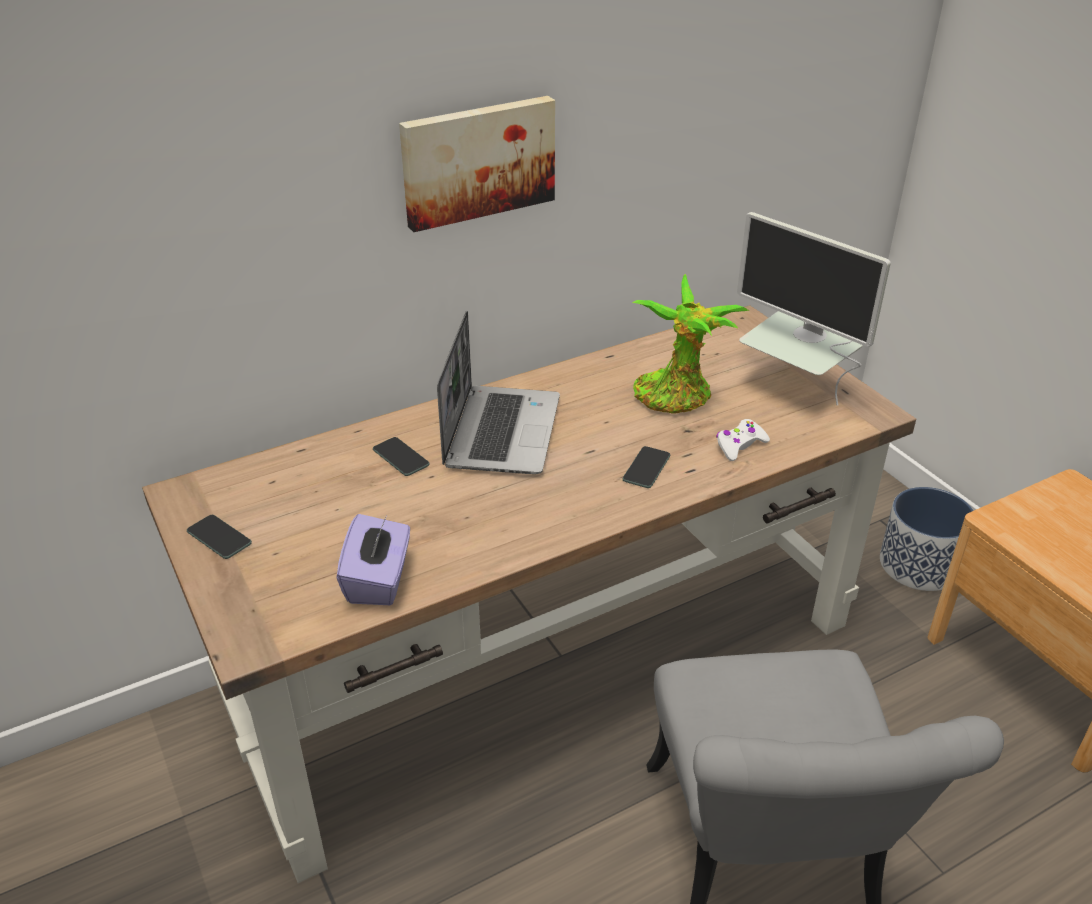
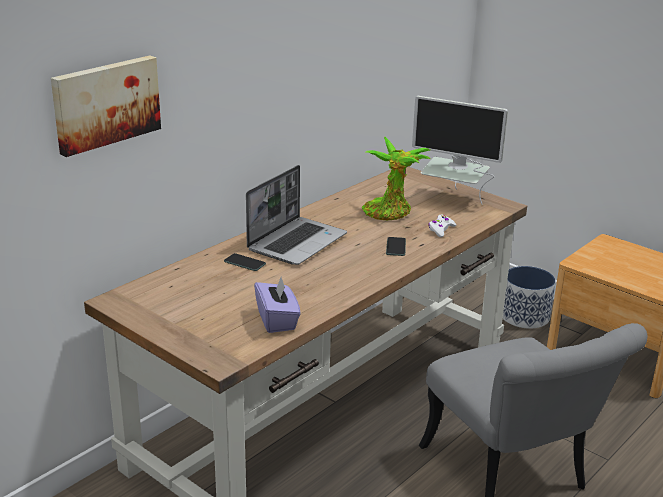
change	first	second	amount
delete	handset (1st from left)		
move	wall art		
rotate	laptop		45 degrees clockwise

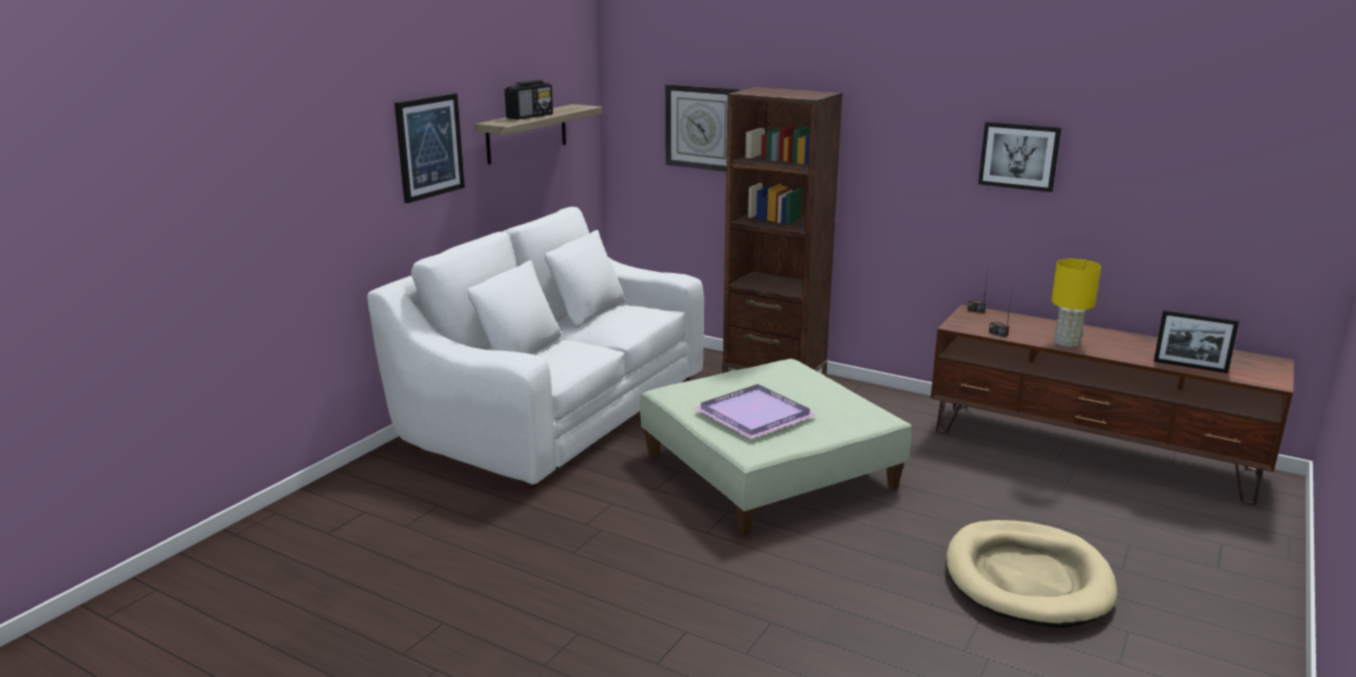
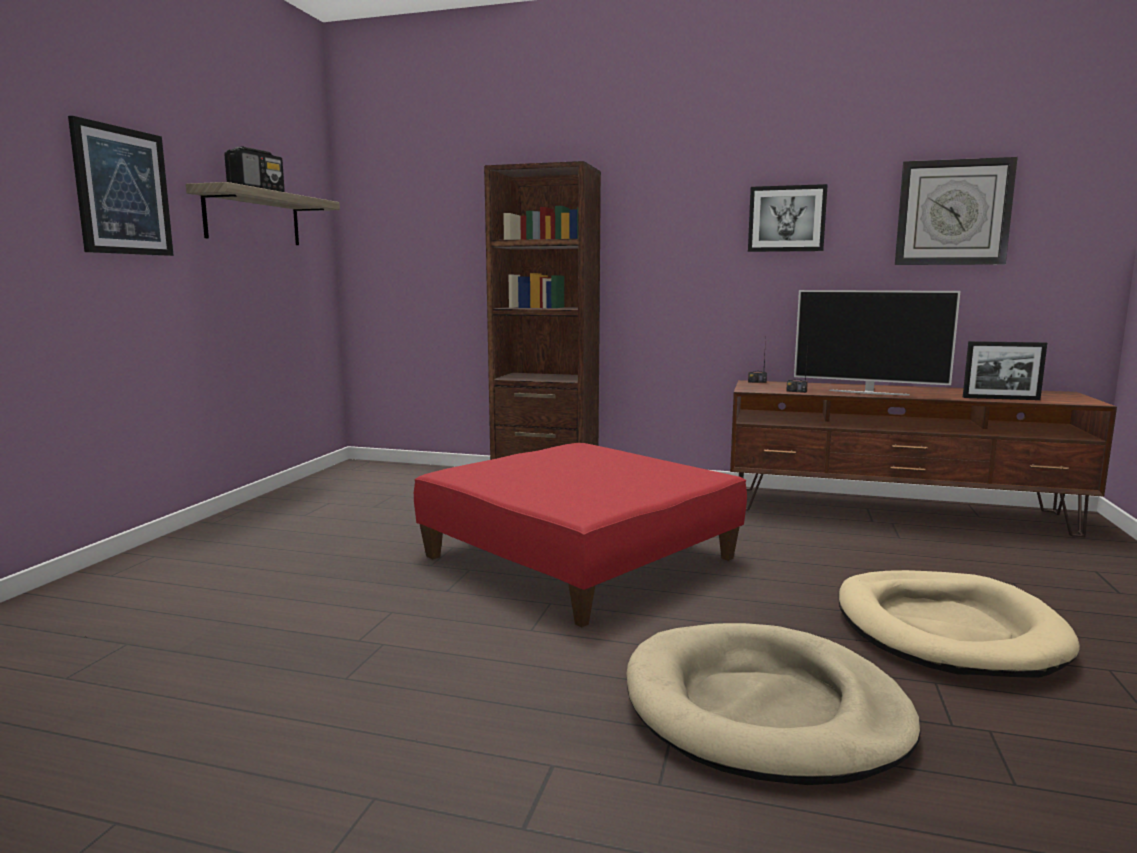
change	first	second	amount
delete	sofa (white-coloured)		
recolor	pouffe (green)	pouffe (red)	
move	hanging clock		
delete	carrying tray (purple-coloured)		
replace	table lamp (yellow)	television	
insert		pet bed (beige-coloured) (1st from left)	

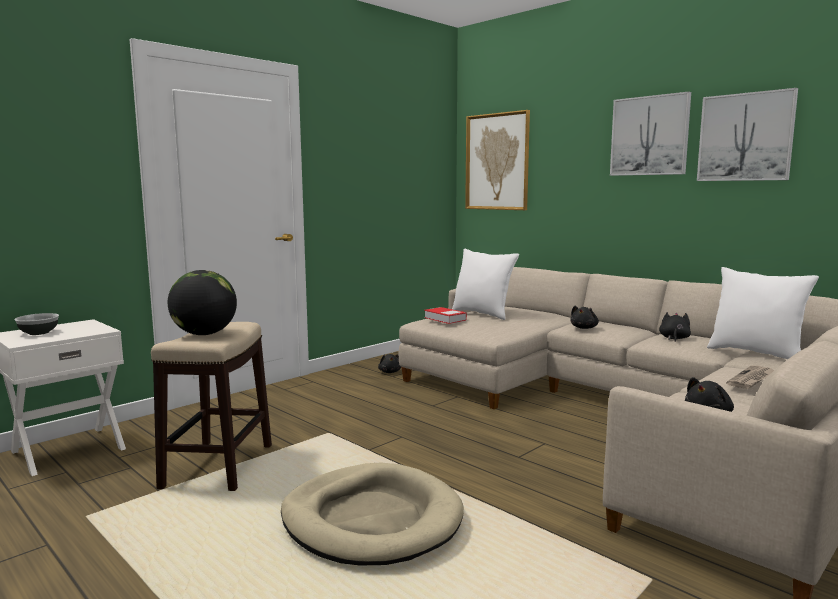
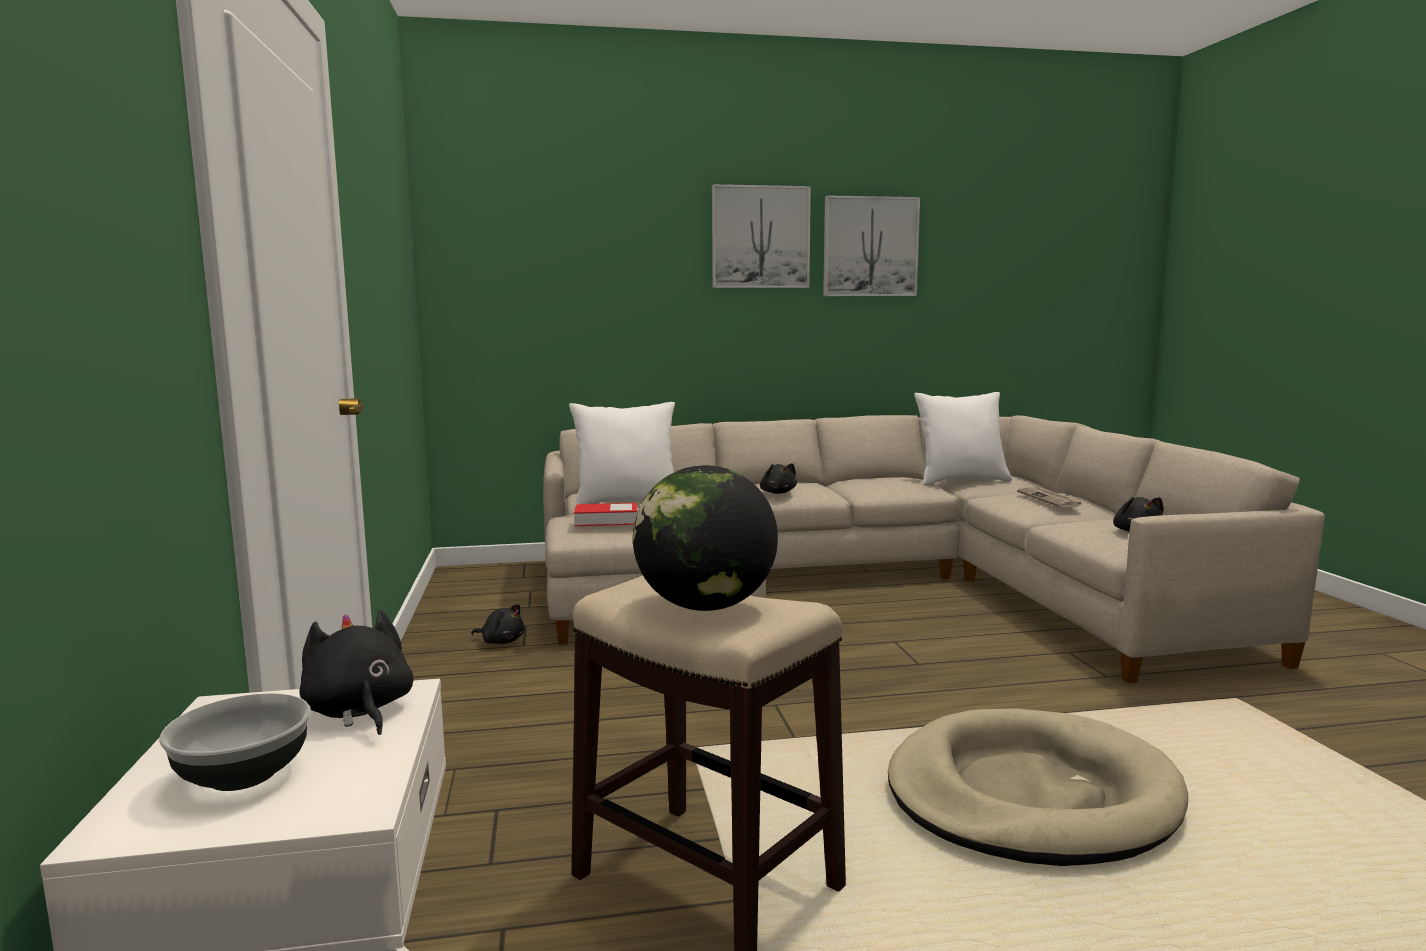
change	first	second	amount
delete	wall art (1st from left)		
move	cuddly toy (black) (3rd from left in the first image)	cuddly toy (black) (1st from left)	

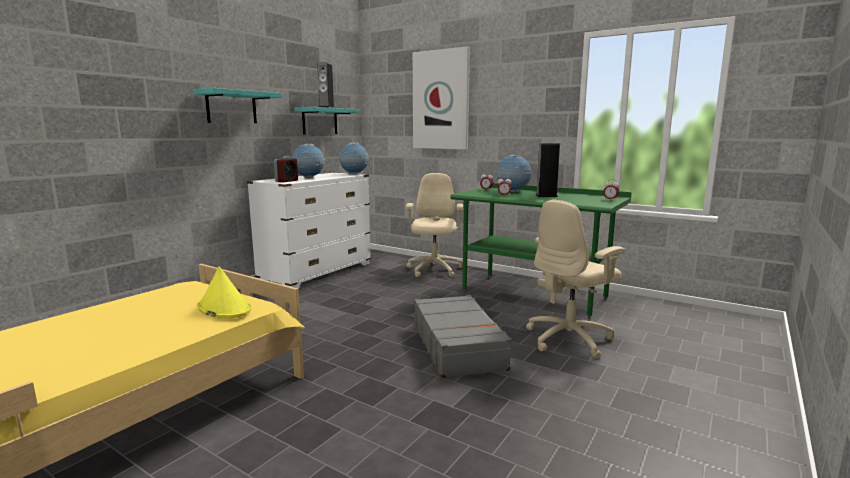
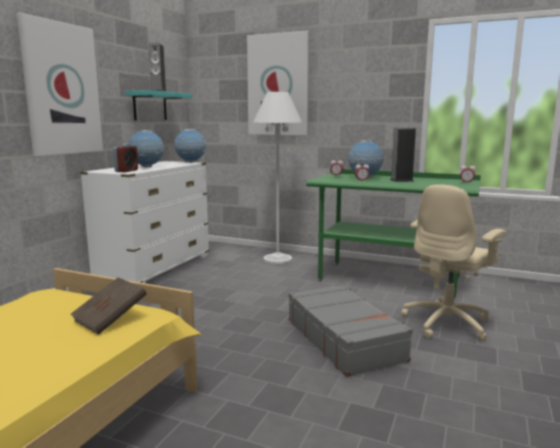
change	first	second	amount
replace	wall shelf (turquoise) (1st from left)	wall art (1st from left)	
replace	wearable hat (yellow)	book (brown-coloured)	
replace	desk chair (beige-coloured) (1st from left)	standing lamp (white-coloured)	

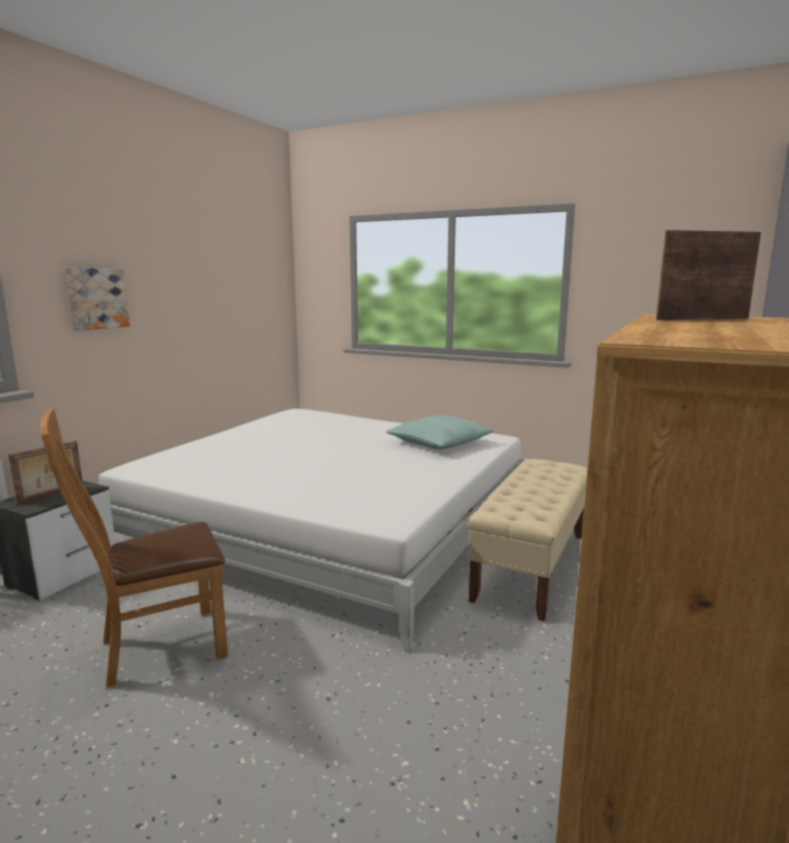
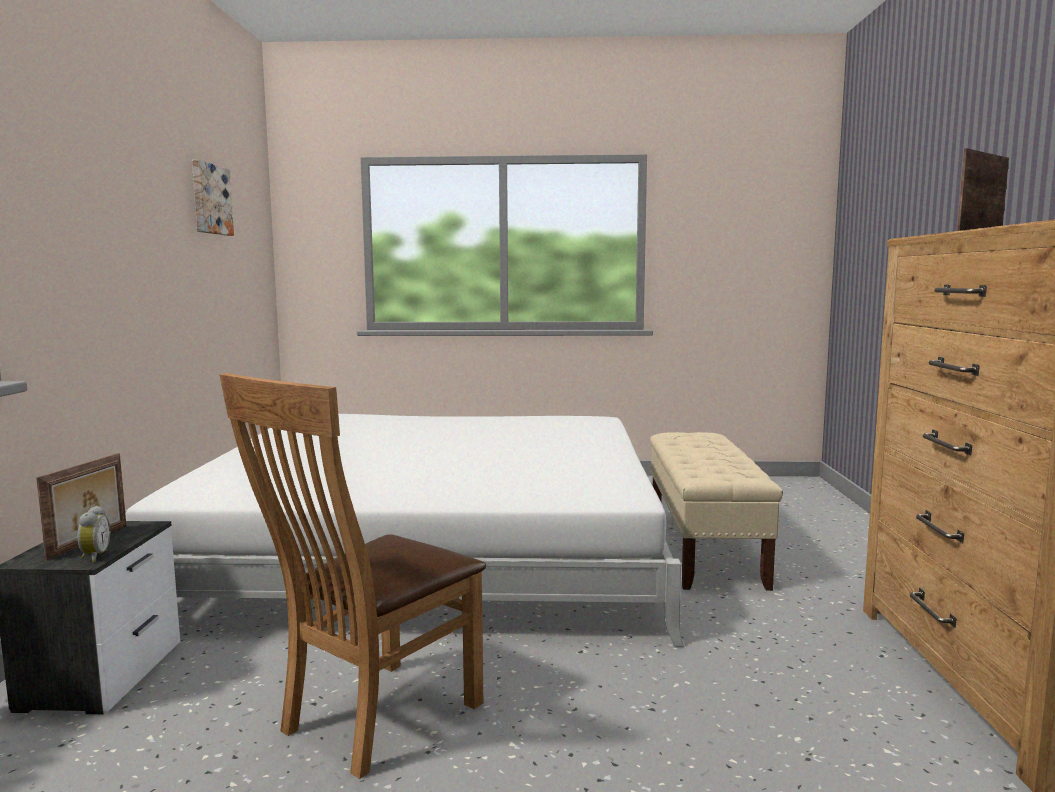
change	first	second	amount
move	wall art		
delete	cushion		
insert		alarm clock	

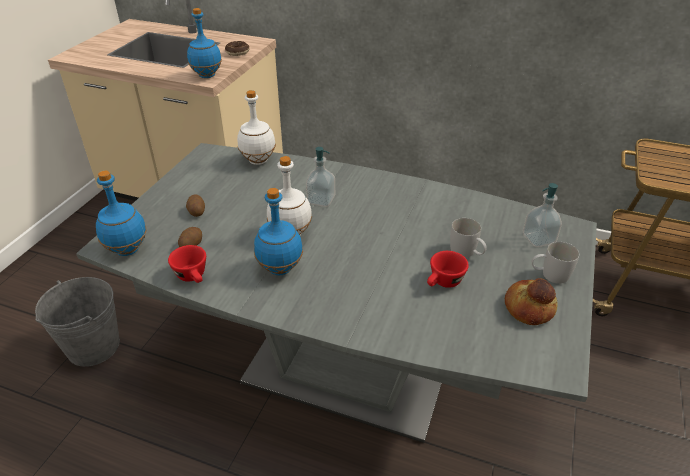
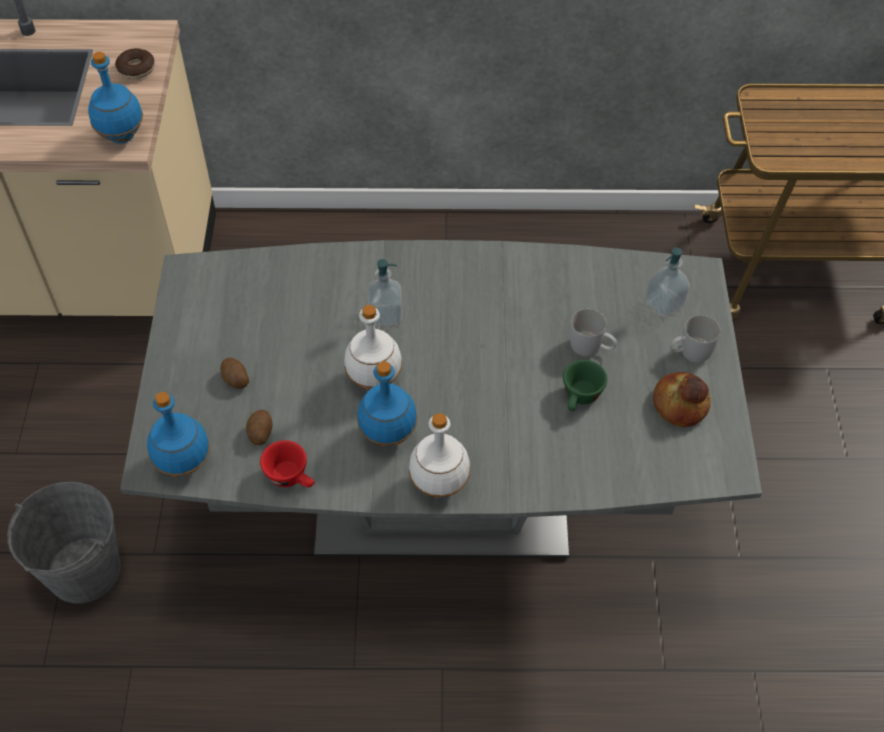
change	first	second	amount
move	drink bottle (white-coloured) (1st from left in the first image)	drink bottle (white-coloured) (2nd from left)	
recolor	drinking cup (red) (2nd from left)	drinking cup (green)	

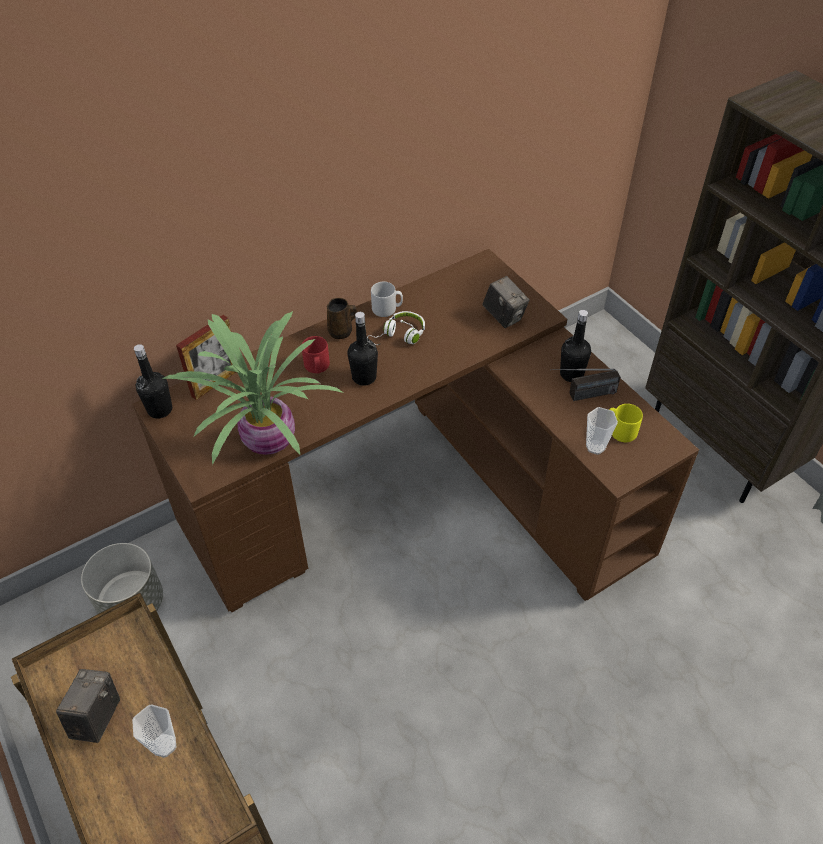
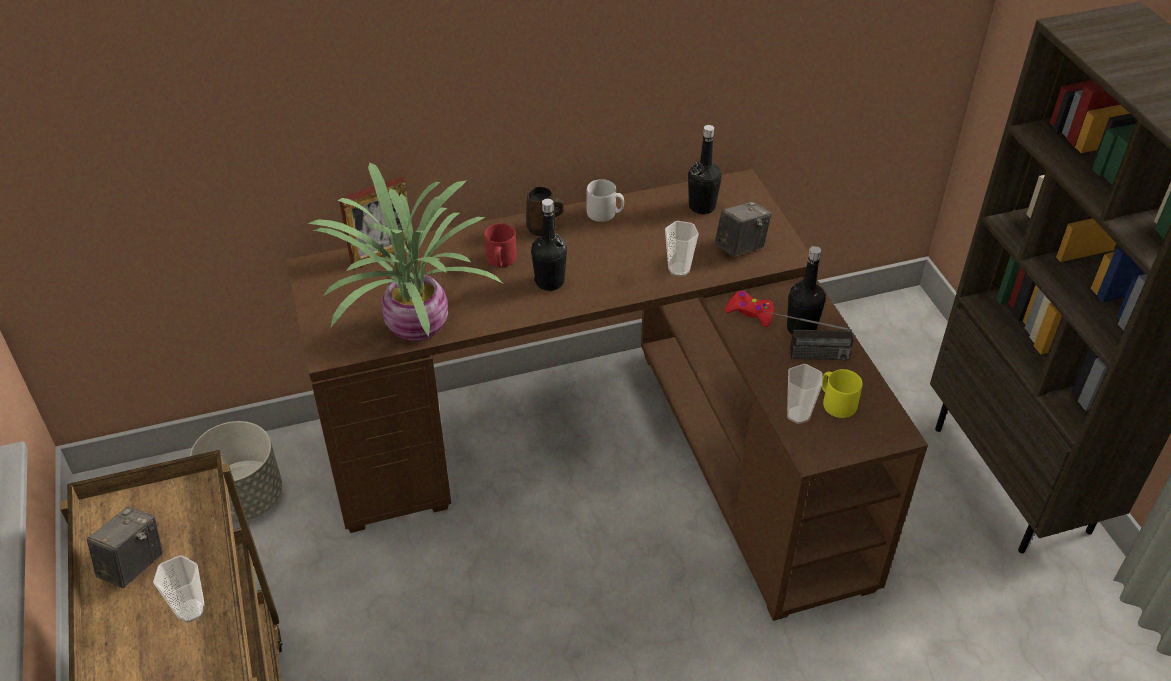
change	first	second	amount
move	drink bottle (black) (1st from left in the first image)	drink bottle (black) (2nd from left)	
delete	pair of headphones (white-coloured)		
rotate	photo camera (2nd from left)		105 degrees counterclockwise
insert		drinking cup (2nd from left)	
insert		joypad (red)	

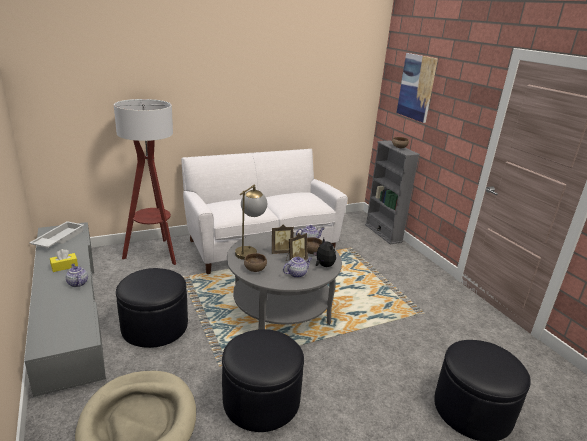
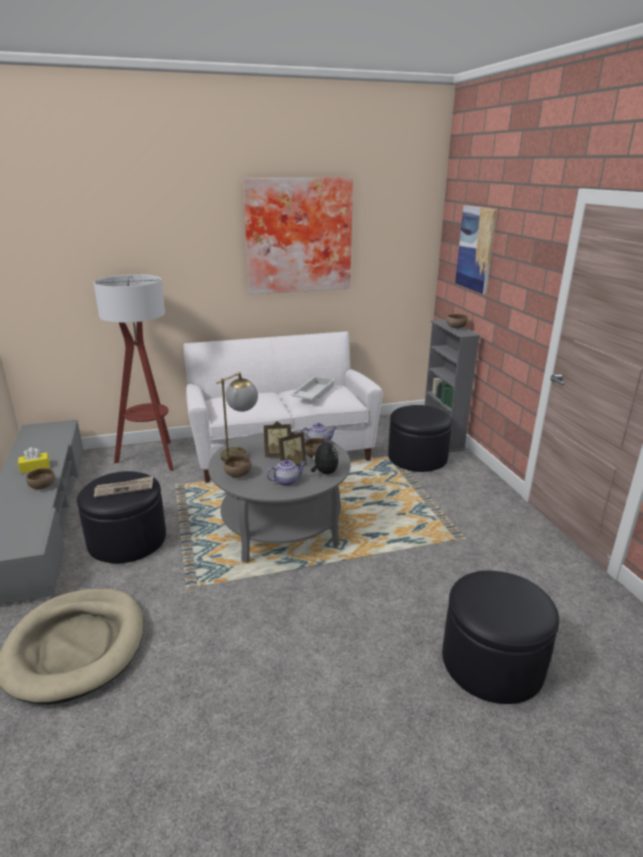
change	first	second	amount
move	carrying tray (white-coloured)		
replace	pot for tea (1st from left)	serving bowl (brown-coloured) (1st from left)	
move	pouffe (black) (2nd from left)		
insert		printed paper	
insert		wall art (1st from left)	

